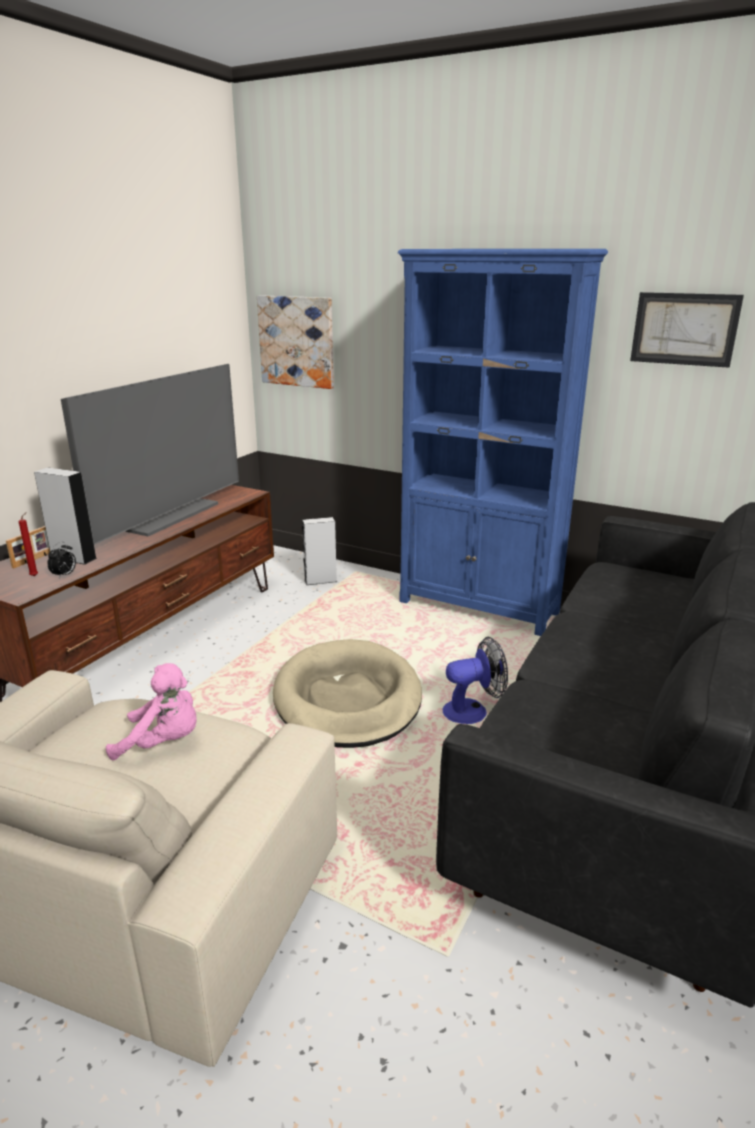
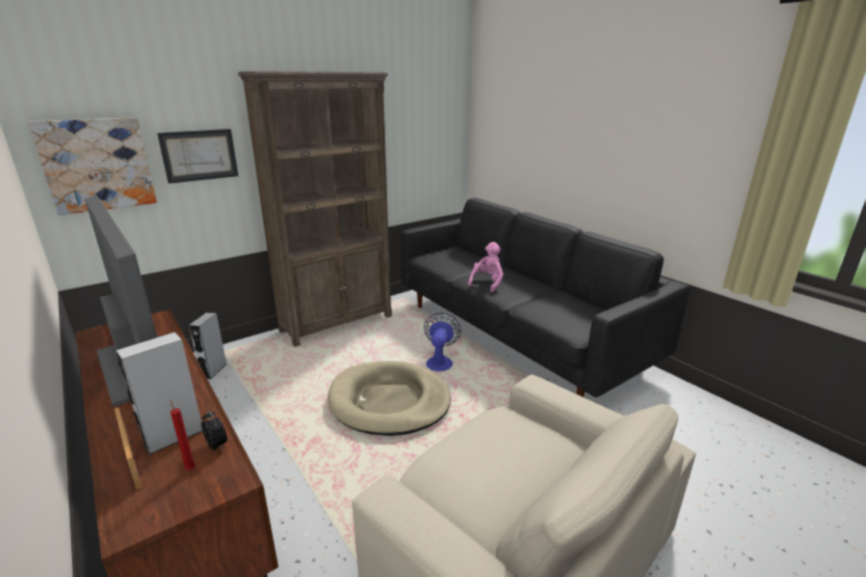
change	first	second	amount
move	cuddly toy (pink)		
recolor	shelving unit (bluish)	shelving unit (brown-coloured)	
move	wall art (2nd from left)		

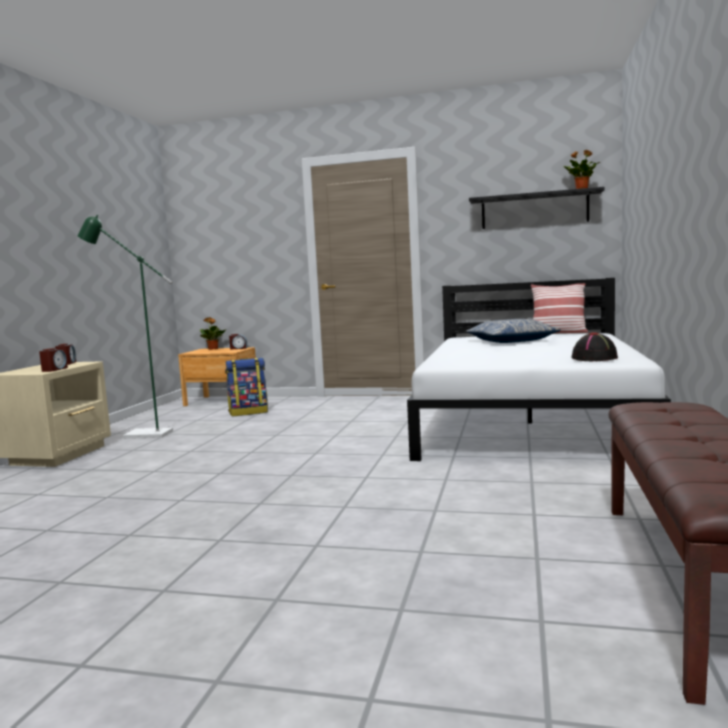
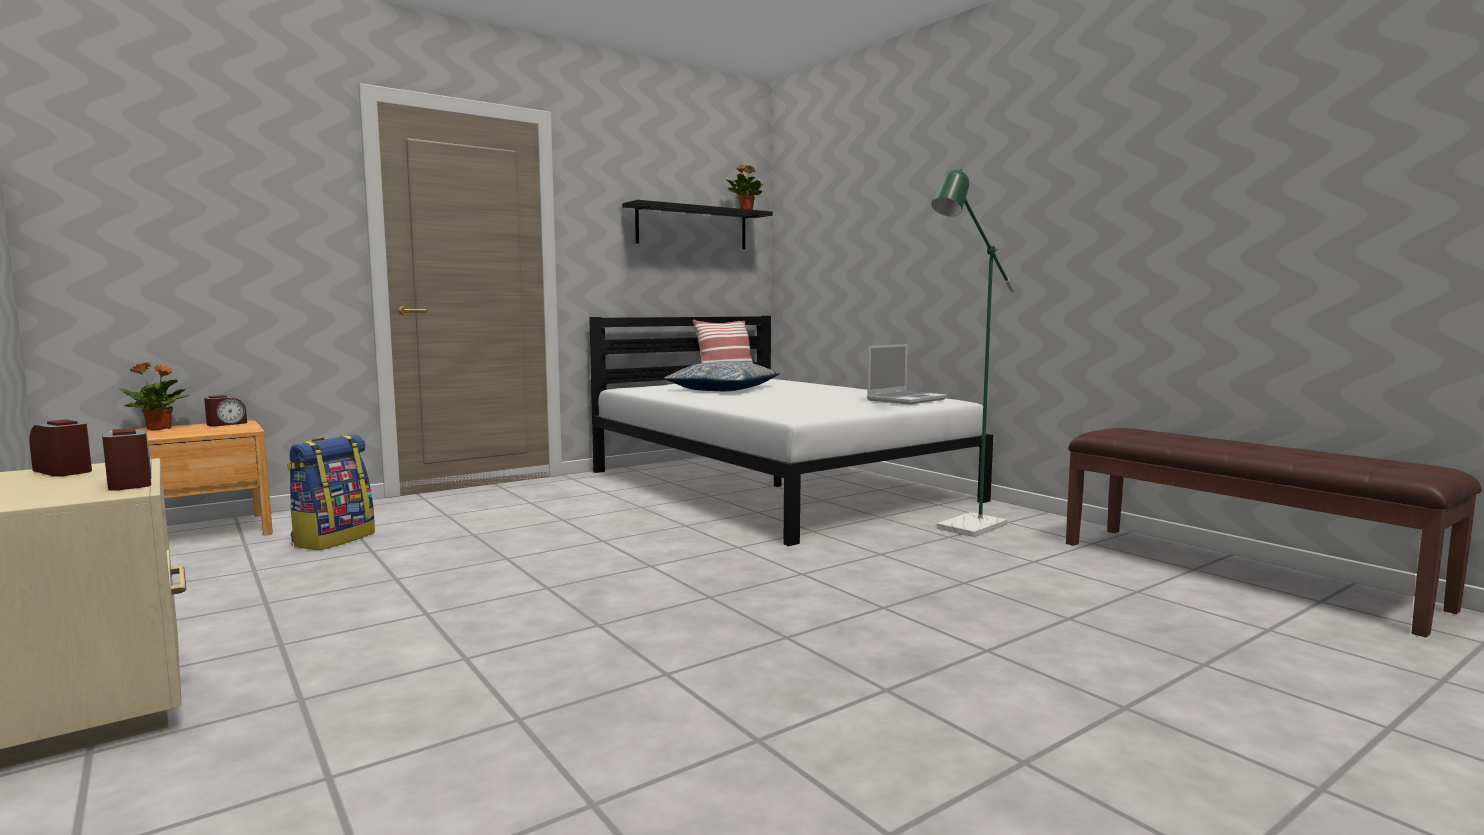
change	first	second	amount
move	standing lamp (green)		
replace	wearable hat (black)	laptop	

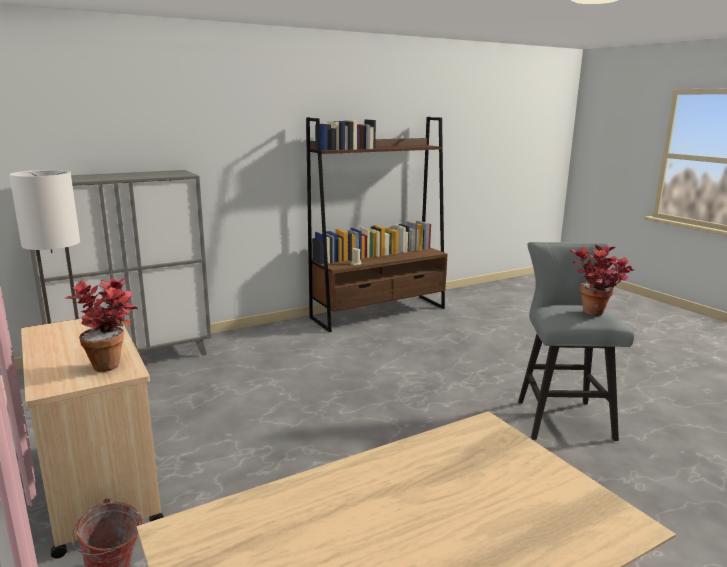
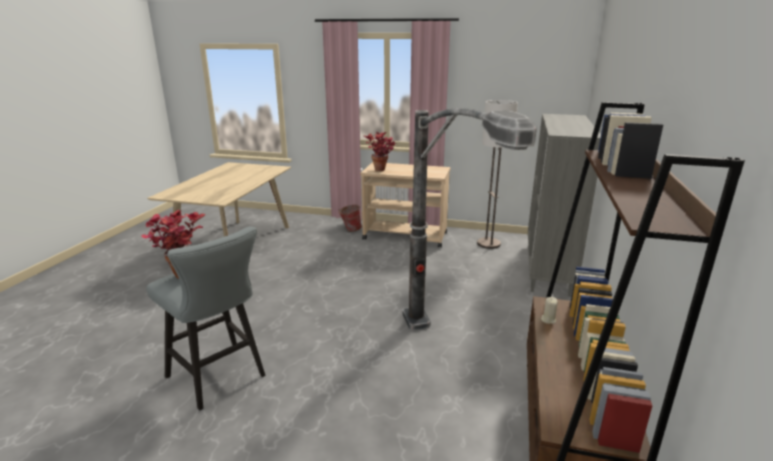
change	first	second	amount
insert		standing lamp (1st from left)	

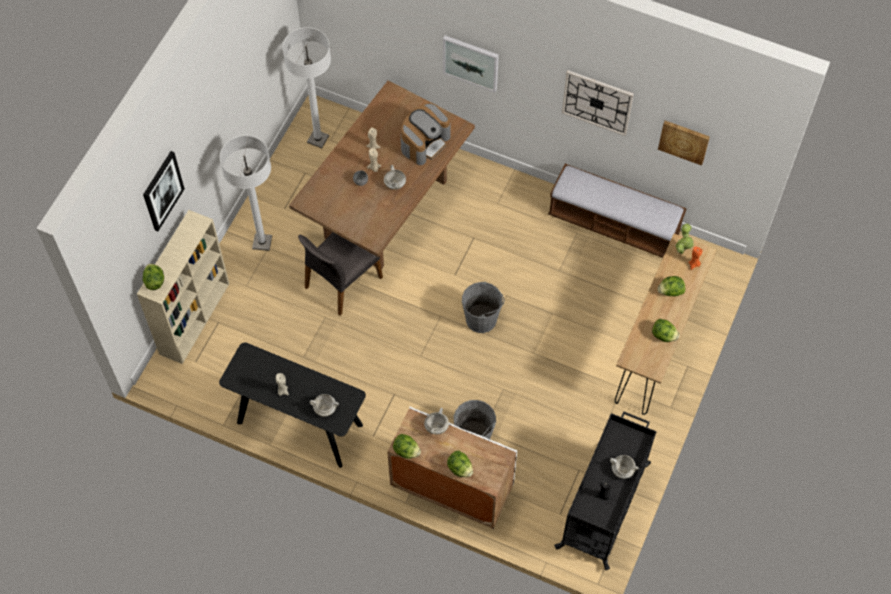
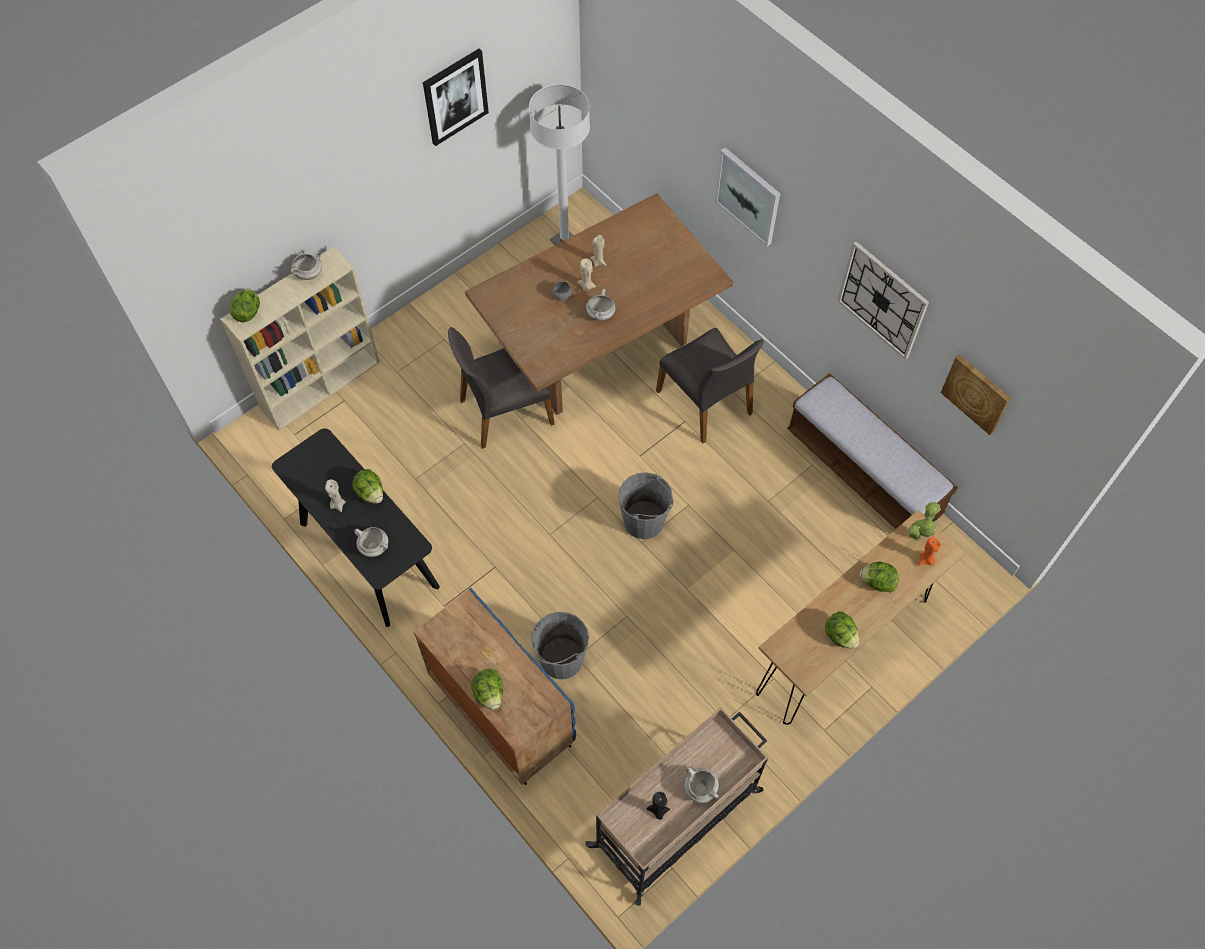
change	first	second	amount
move	wall art (1st from left)		
delete	standing lamp (white-coloured) (1st from left)		
recolor	cupboard (white-coloured)	cupboard (bluish)	
move	lettuce head (2nd from left)		
delete	coffee brewer		
move	saucepot (white-coloured) (3rd from left in the first image)	saucepot (white-coloured) (1st from left)	
recolor	wheeled cart (black)	wheeled cart (beige-coloured)	
insert		upright chair (greyish) (2nd from left)	

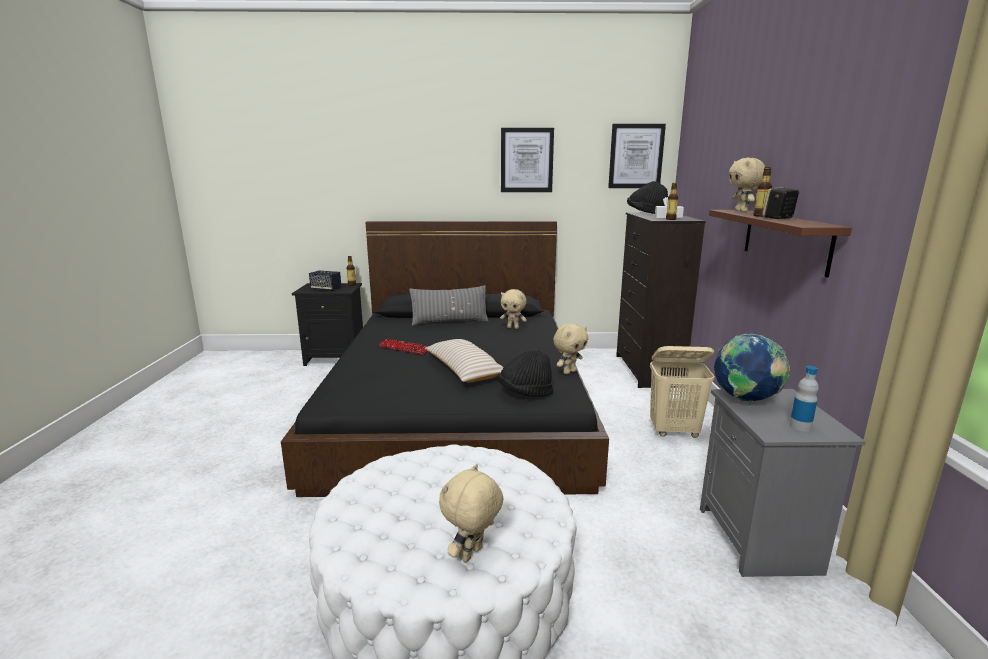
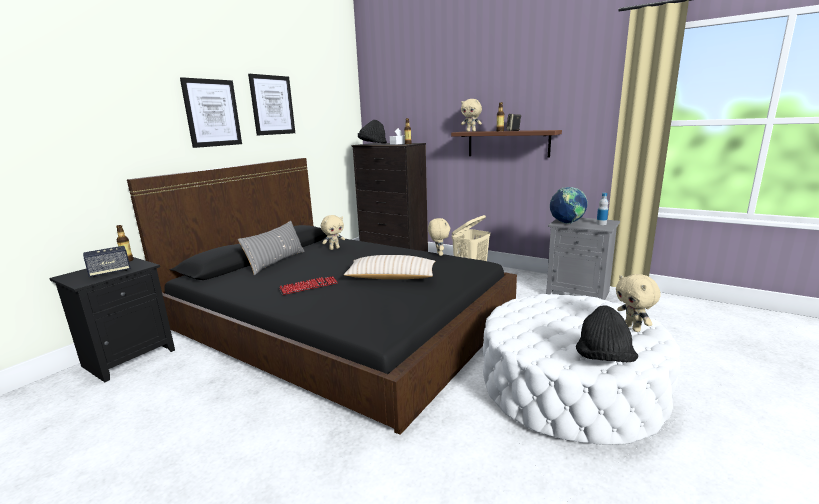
change	first	second	amount
move	wearable hat (black) (1st from left in the first image)	wearable hat (black) (2nd from left)	
move	wall art (2nd from left in the first image)	wall art (1st from left)	

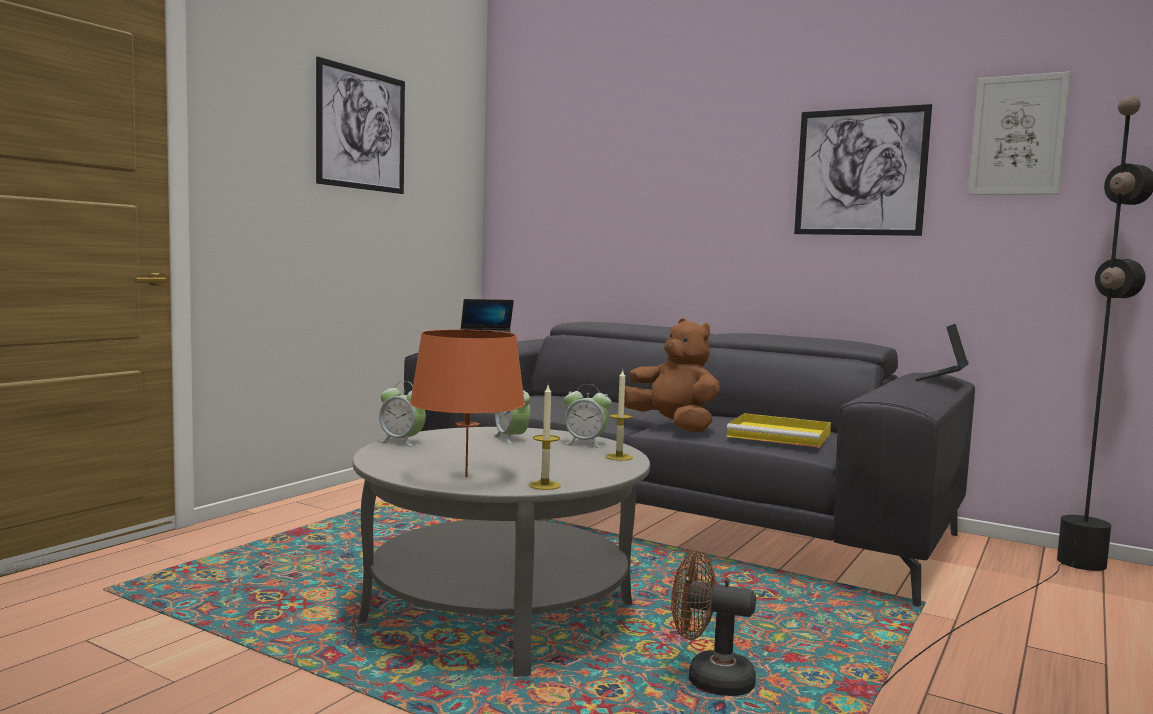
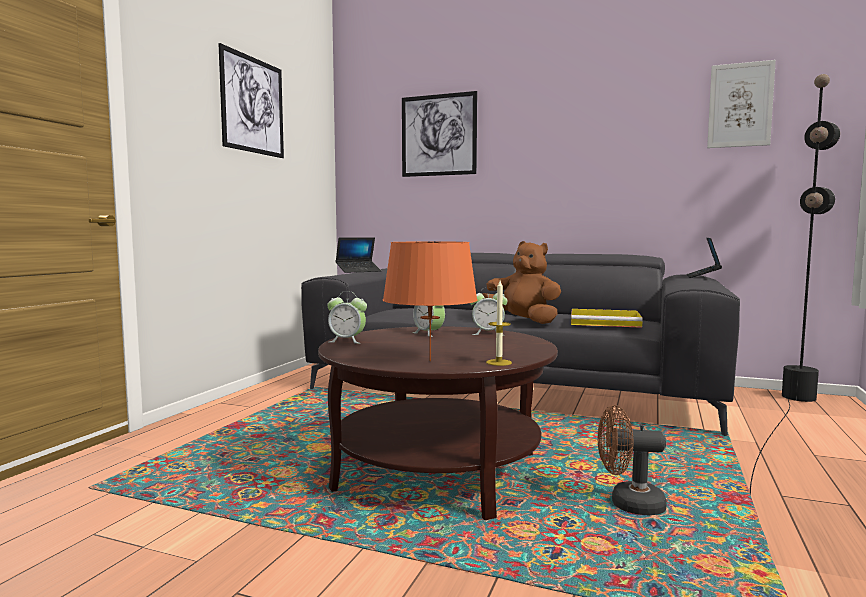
change	first	second	amount
recolor	coffee table (greyish)	coffee table (brown-coloured)	
delete	wax light (2nd from left)		
move	wall art (2nd from left)		

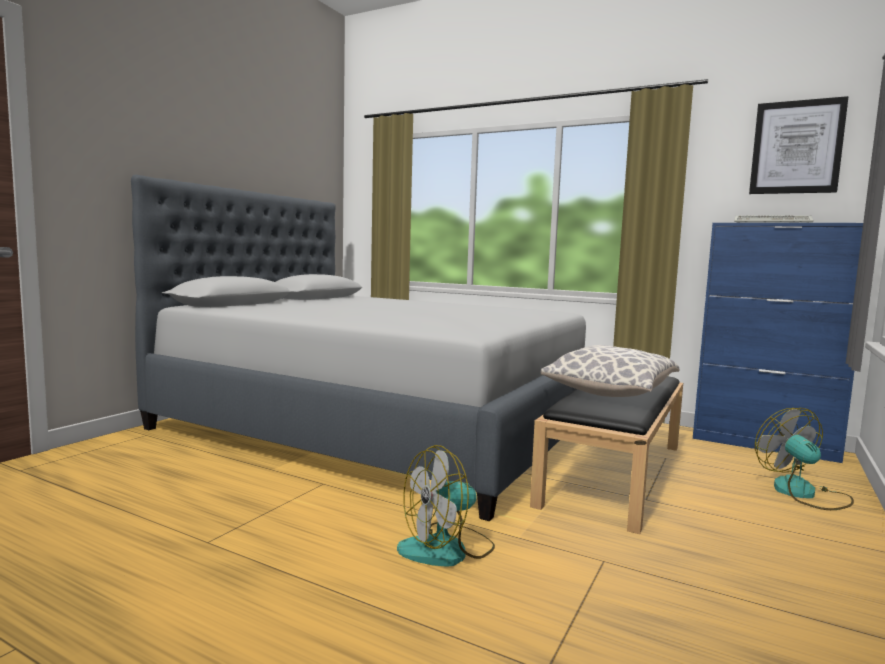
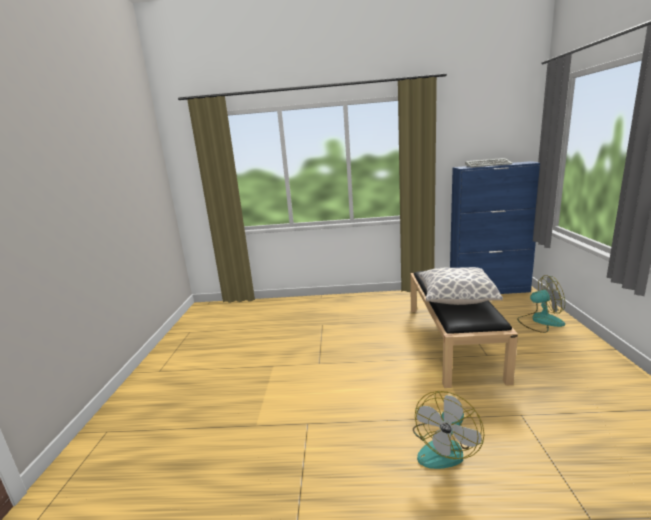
change	first	second	amount
delete	bedroom bed (greyish)		
delete	wall art		
rotate	electric fan (2nd from left)		135 degrees clockwise

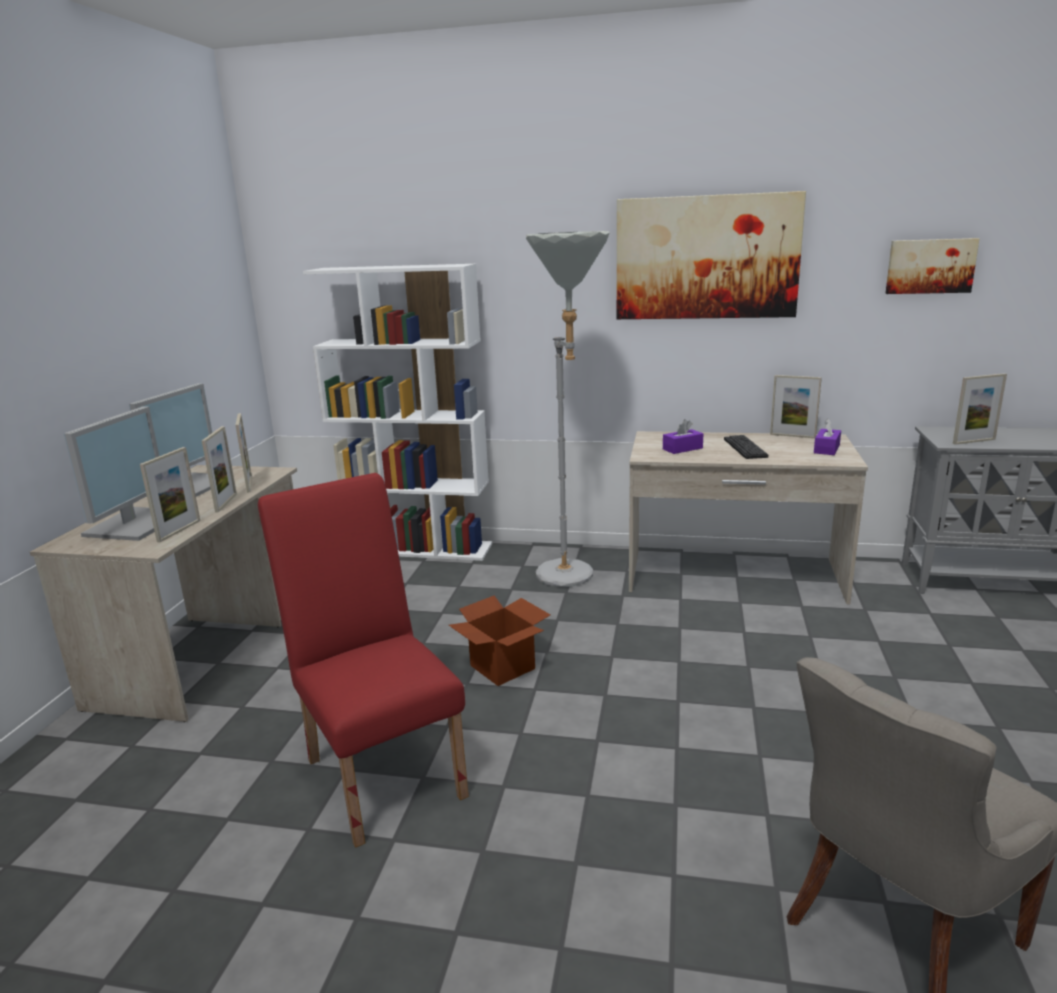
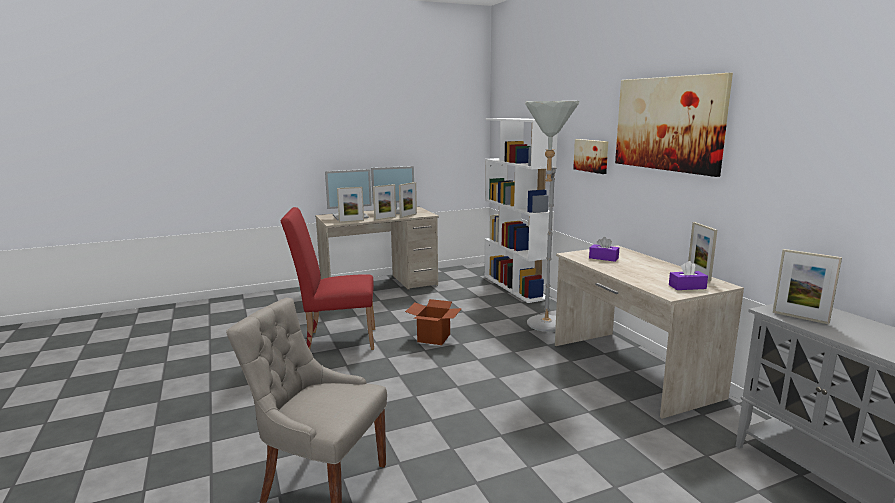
change	first	second	amount
rotate	upright chair (red)		120 degrees counterclockwise
delete	PC keyboard		
move	wall art (2nd from left in the first image)	wall art (1st from left)	

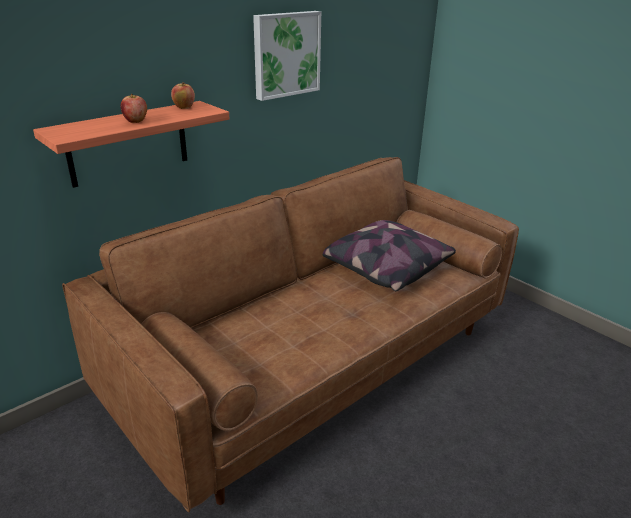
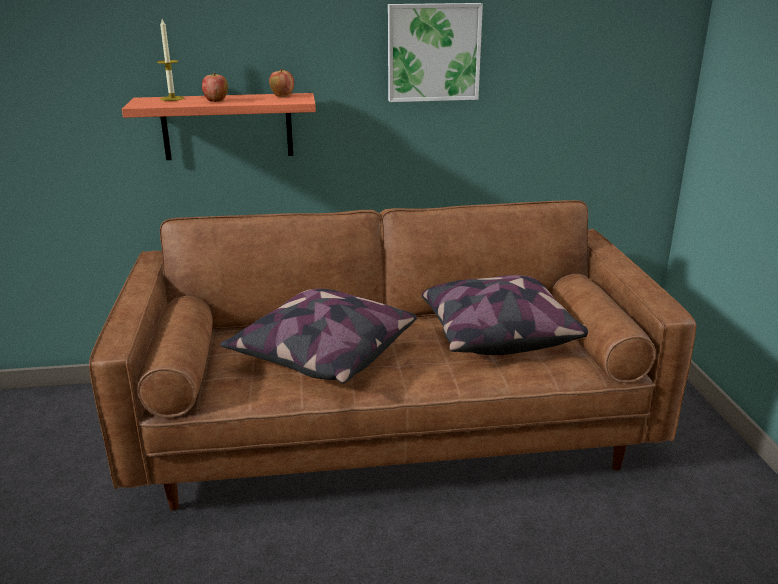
change	first	second	amount
insert		wax light	
insert		cushion (1st from left)	

